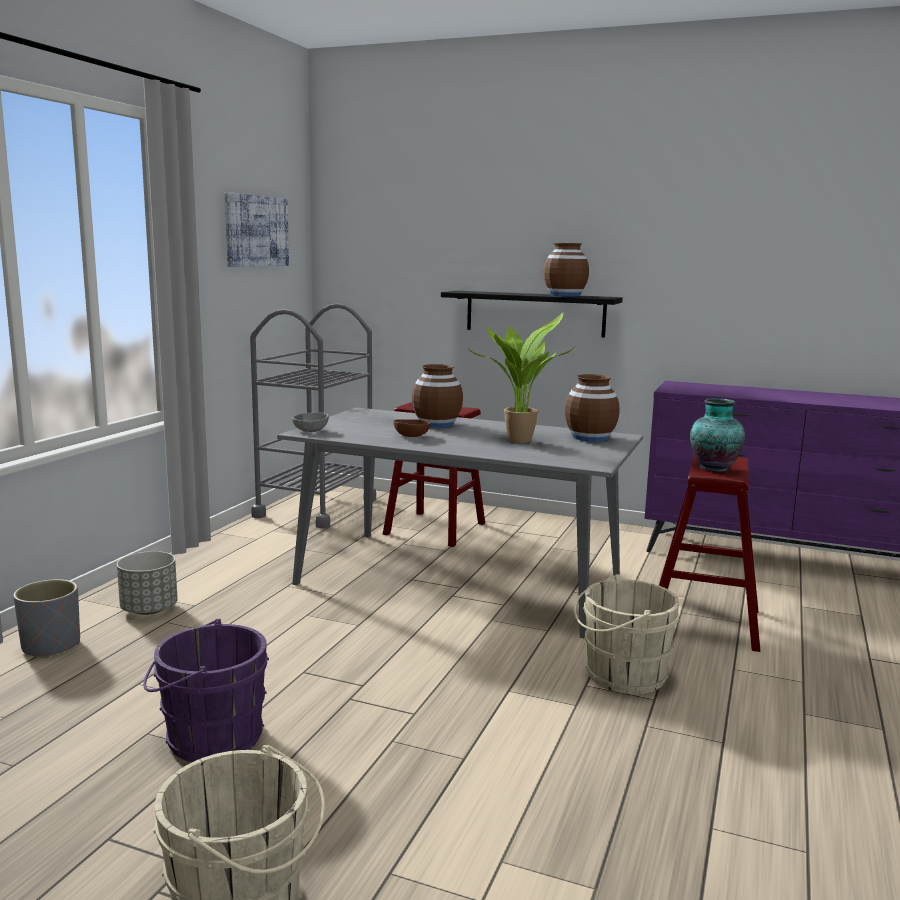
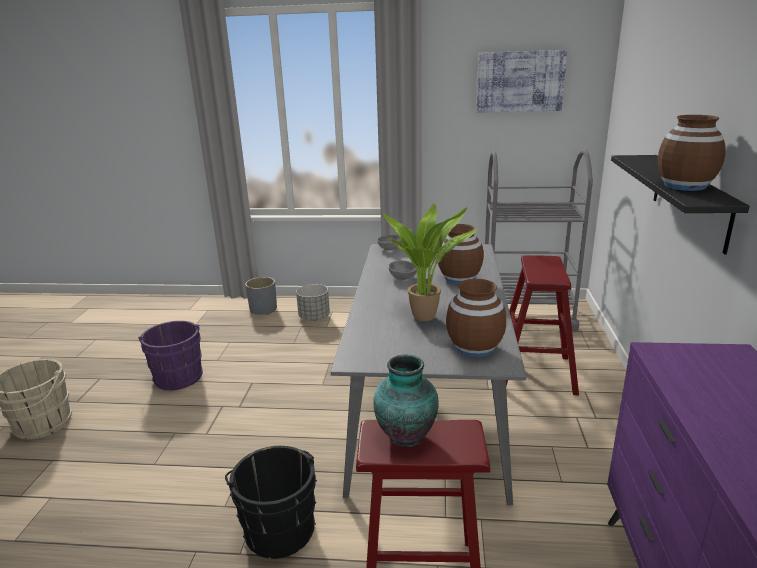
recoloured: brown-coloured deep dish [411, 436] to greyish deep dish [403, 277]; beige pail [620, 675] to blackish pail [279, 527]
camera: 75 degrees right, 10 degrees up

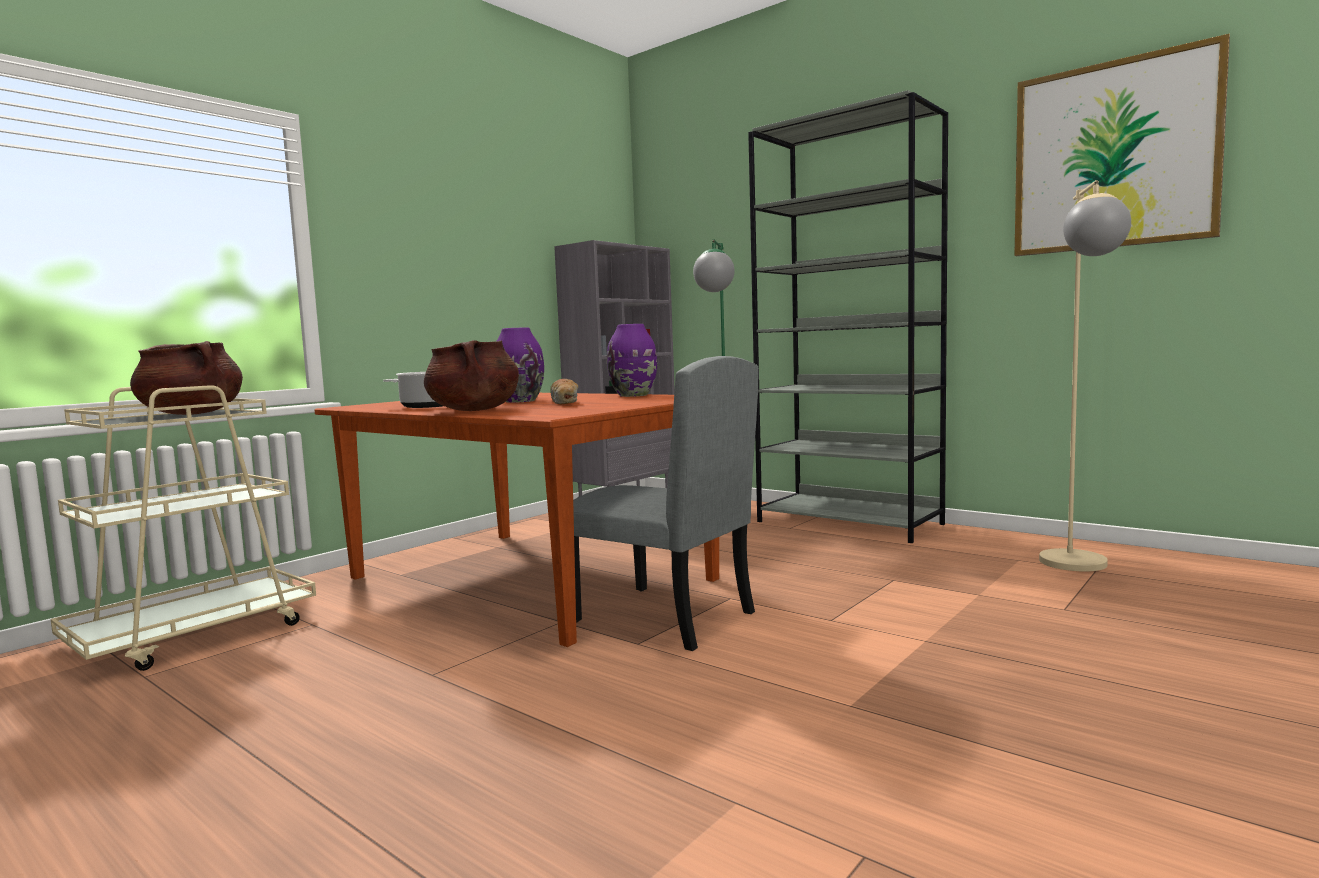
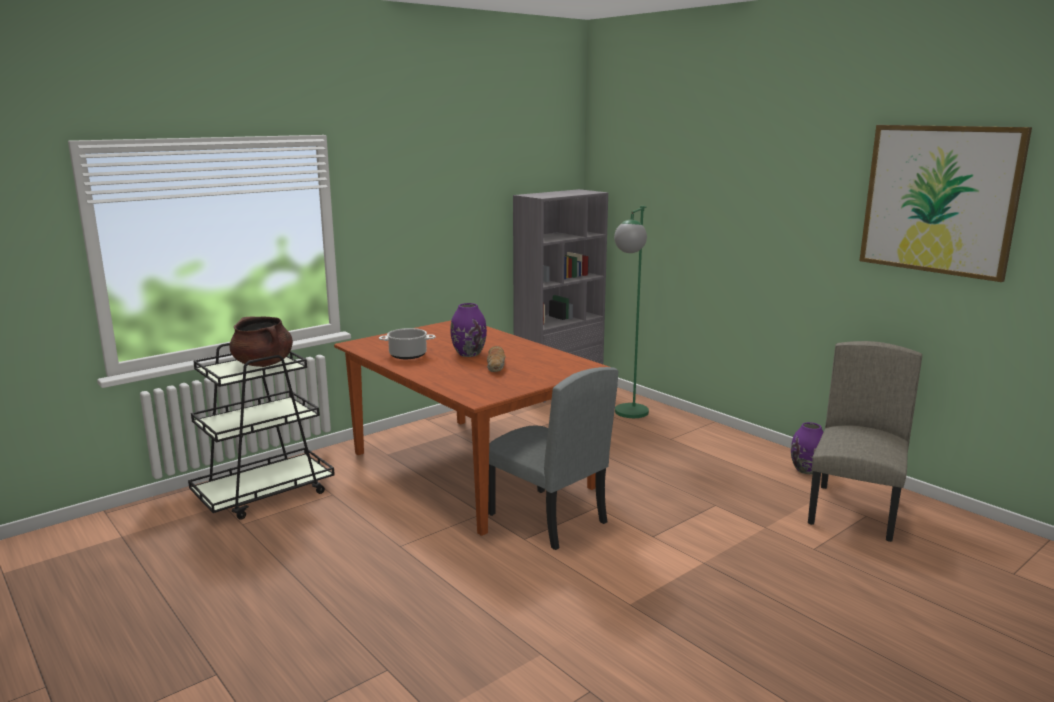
removed: brown-coloured cooking pot [474, 410]; greyish bookshelf [850, 523]
moved: purple-coloured vase [634, 395] to [807, 470]
replaced: beige floor lamp [1078, 569] to beige plain chair [855, 512]
recoloured: beige wheeled cart [195, 635] to blackish wheeled cart [265, 494]
camera: 10 degrees right, 10 degrees up

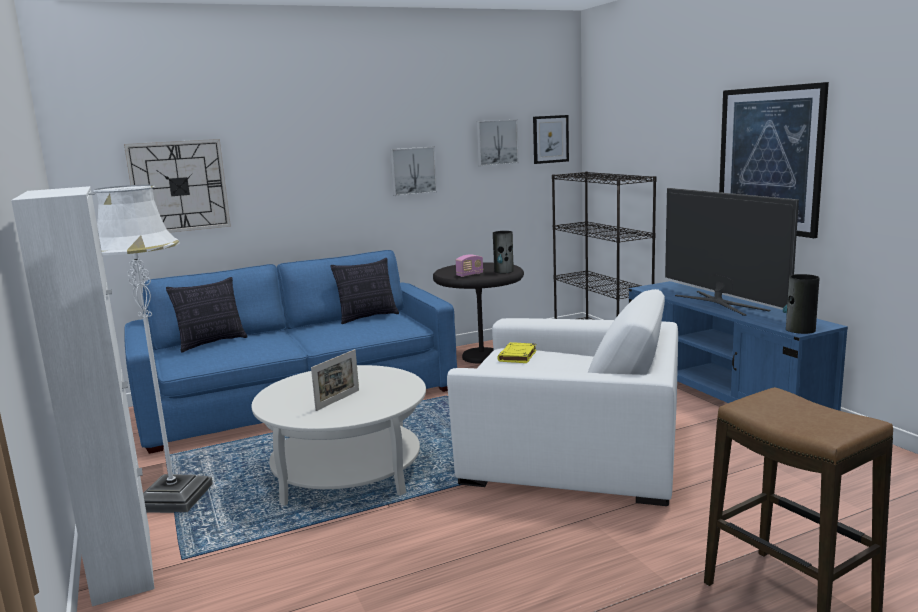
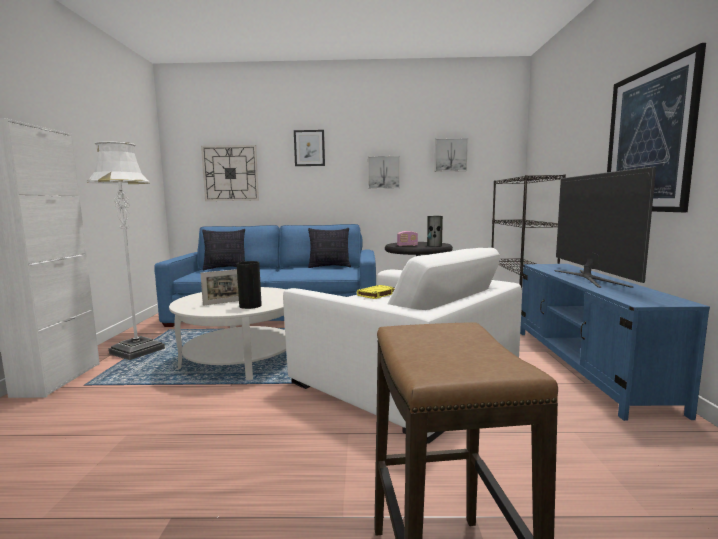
moved: wall picture [550, 139] to [309, 148]; vase [799, 330] to [250, 306]
camera: 25 degrees right, 5 degrees down

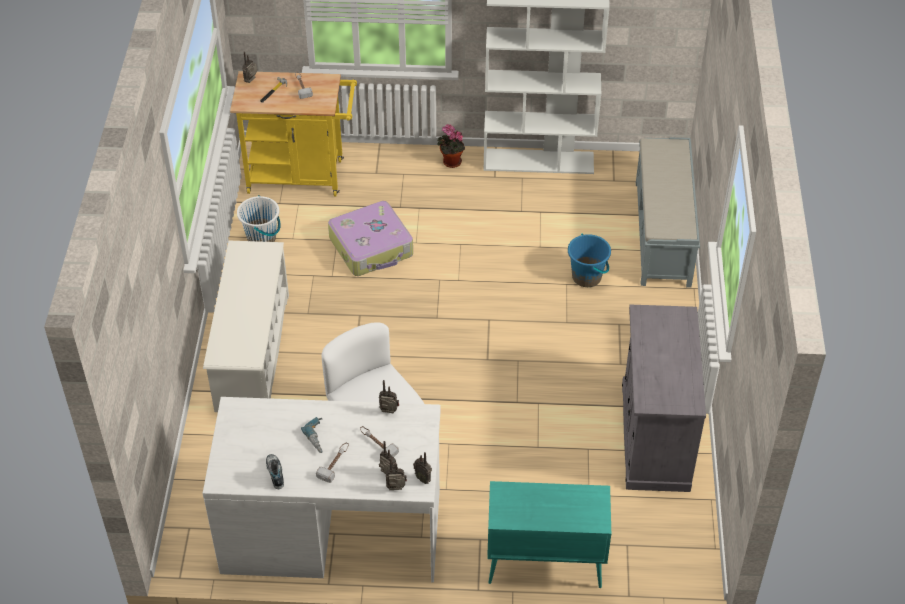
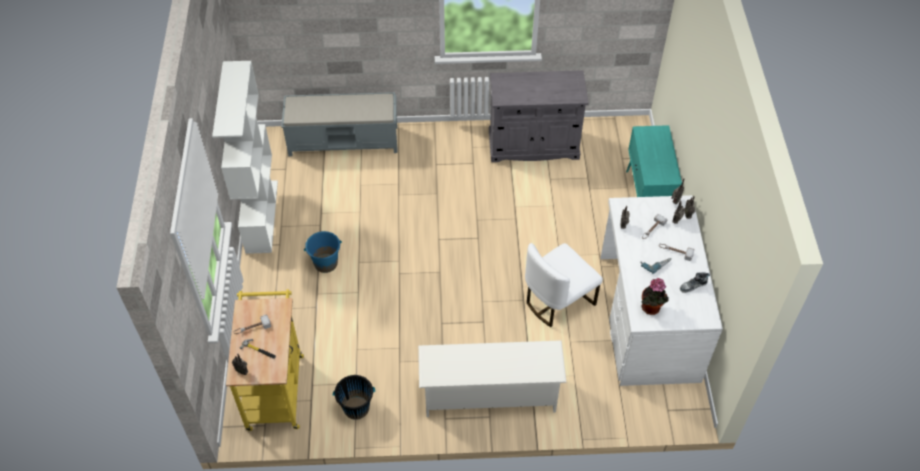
removed: piece of luggage [372, 247]
moved: potted plant [450, 162] to [651, 309]; bluish pail [587, 277] to [326, 263]
recoloured: white pail [262, 238] to blackish pail [356, 408]
camera: 95 degrees left, 5 degrees up

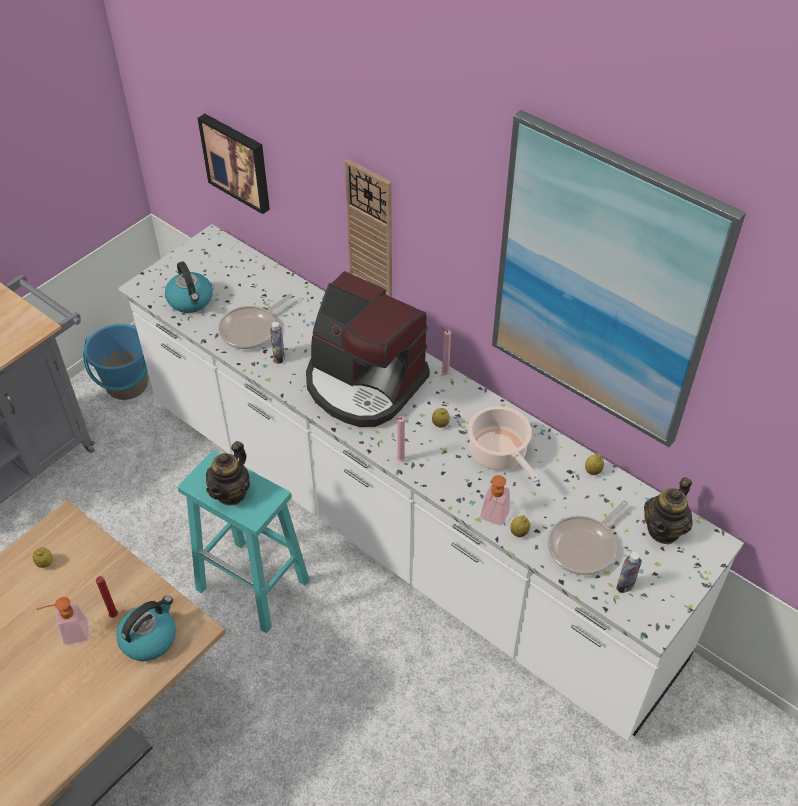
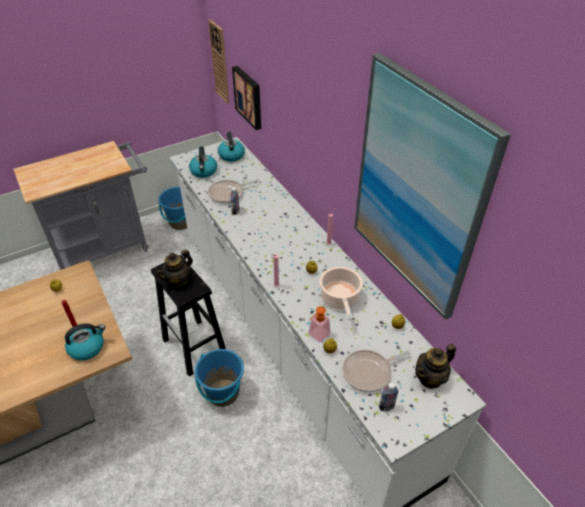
removed: soap bottle [70, 634]; coffee machine [364, 384]
added: bluish pail [223, 393]; tea kettle [231, 155]
moved: clock on the wall [370, 230] to [220, 62]
recoloured: turquoise sitting stool [254, 586] to blackish sitting stool [195, 347]
camera: 20 degrees right, 5 degrees down

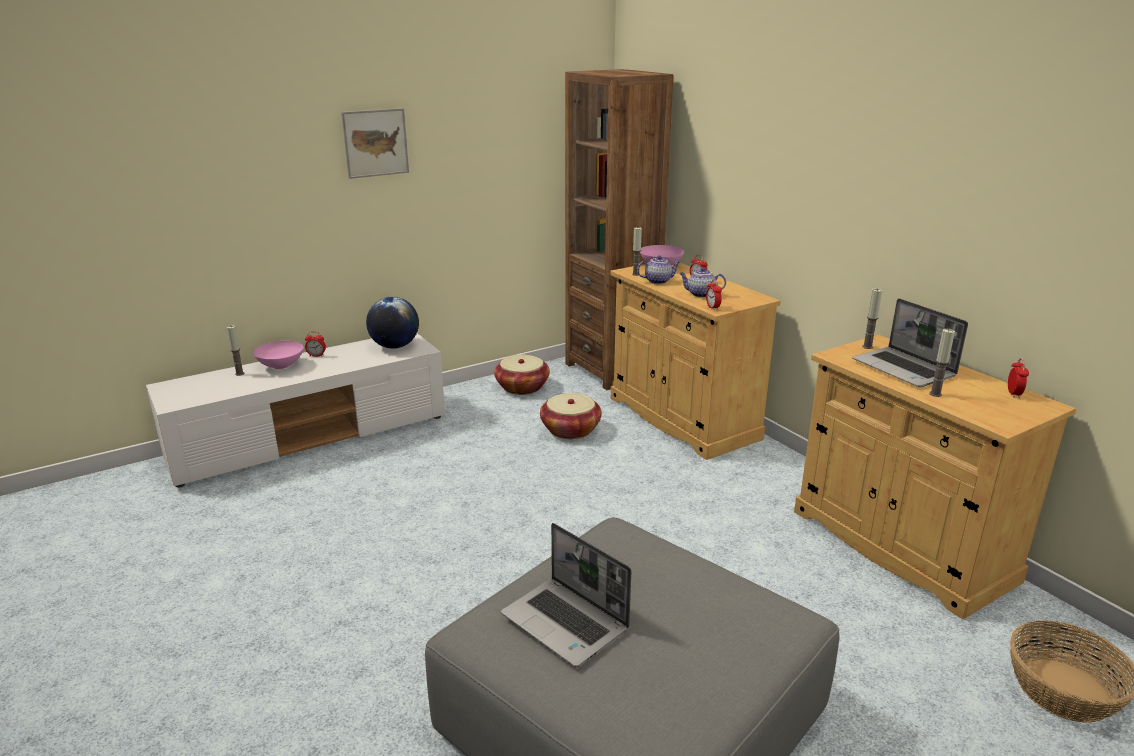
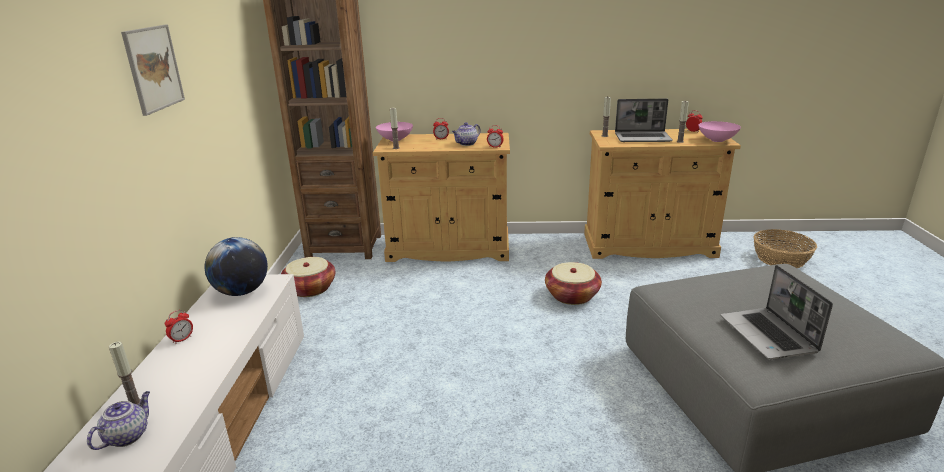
moved: pinkish deep dish [281, 366] to [717, 140]; household basket [570, 430] to [572, 295]; pot for tea [658, 281] to [127, 436]
turned: laptop [566, 623] = [769, 335] 90 degrees clockwise
camera: 55 degrees left, 0 degrees up

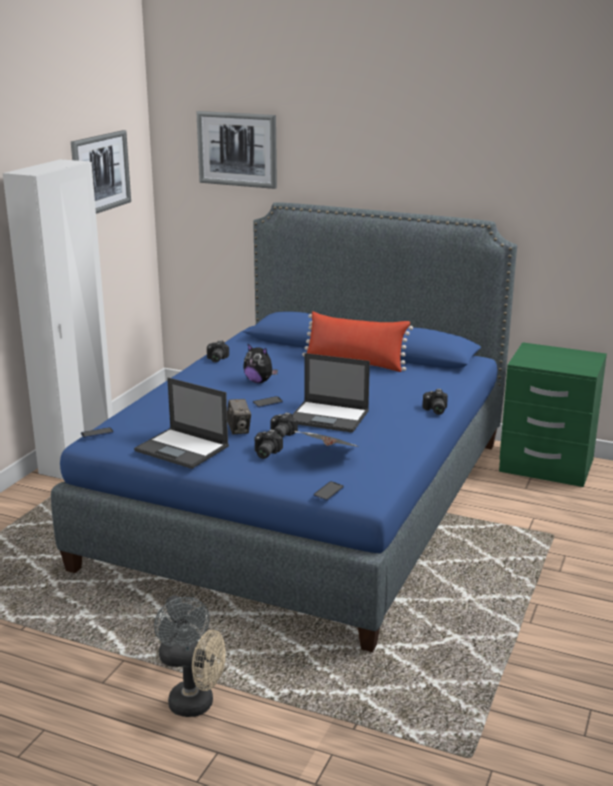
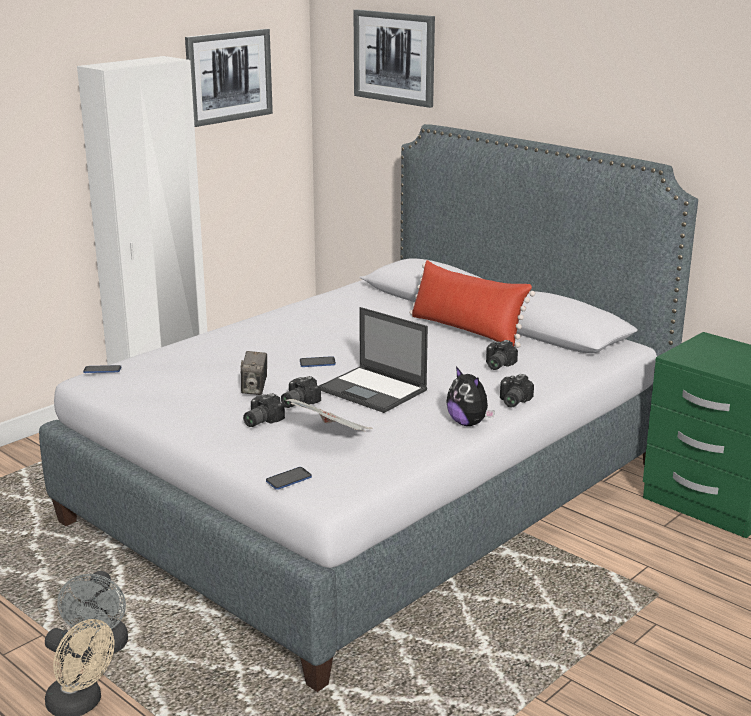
removed: laptop [183, 449]
moved: photo camera [215, 359] to [496, 365]; soft toy [259, 381] to [468, 423]
recoloured: bluish bed [305, 500] to greyish bed [375, 490]
camera: 20 degrees right, 0 degrees up

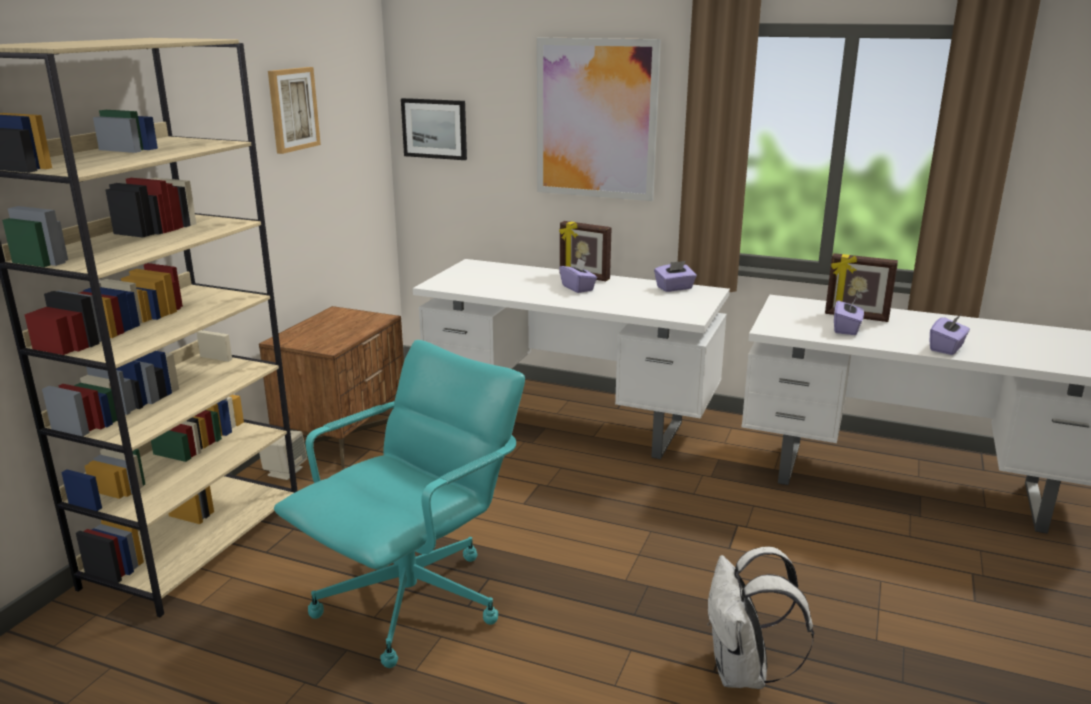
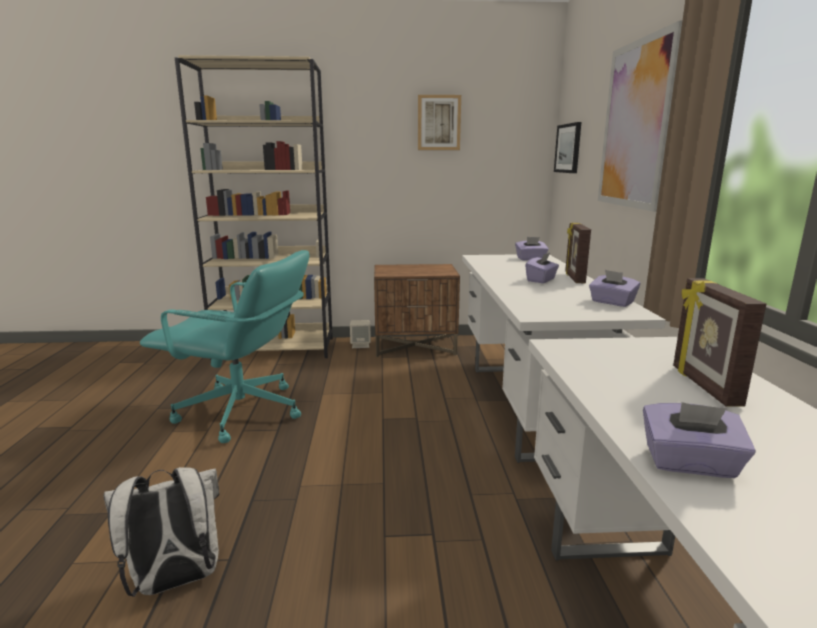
moved: purple-coloured tissue holder [846, 329] to [531, 259]
camera: 65 degrees right, 5 degrees down

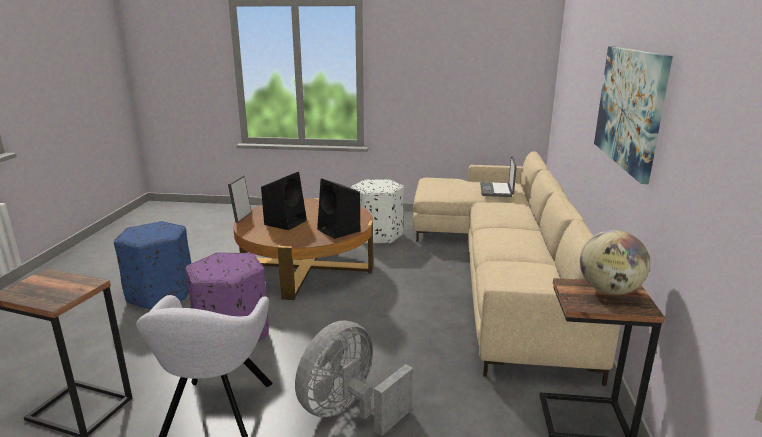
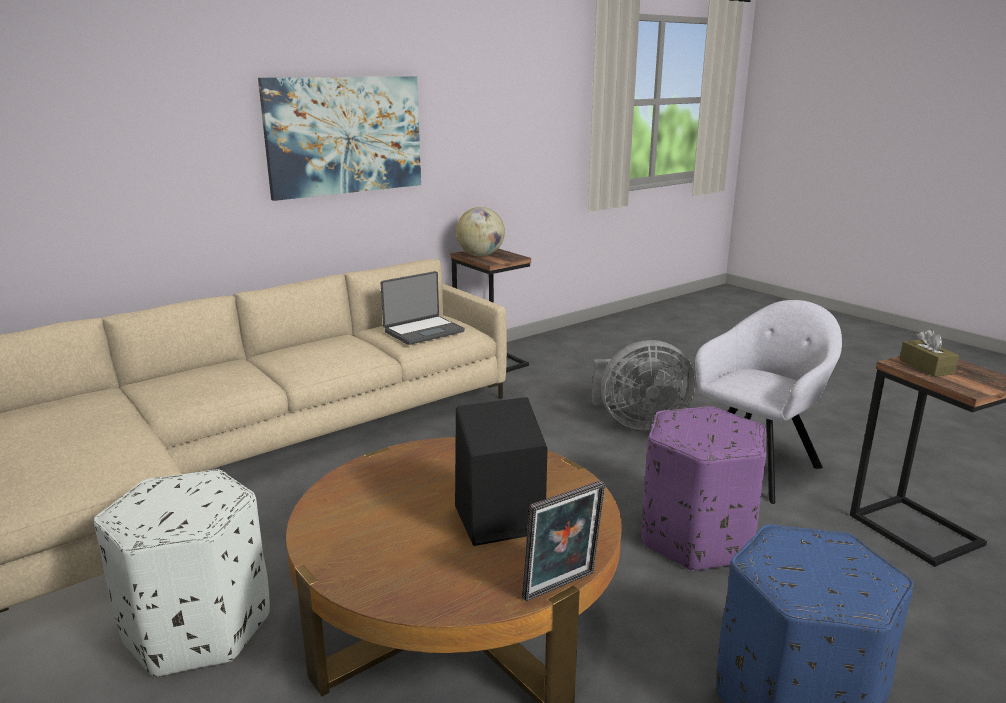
removed: blackish loudspeaker [339, 230]
added: brown-coloured tissue holder [926, 367]
moved: laptop [497, 190] to [423, 331]
camera: 135 degrees left, 0 degrees up

